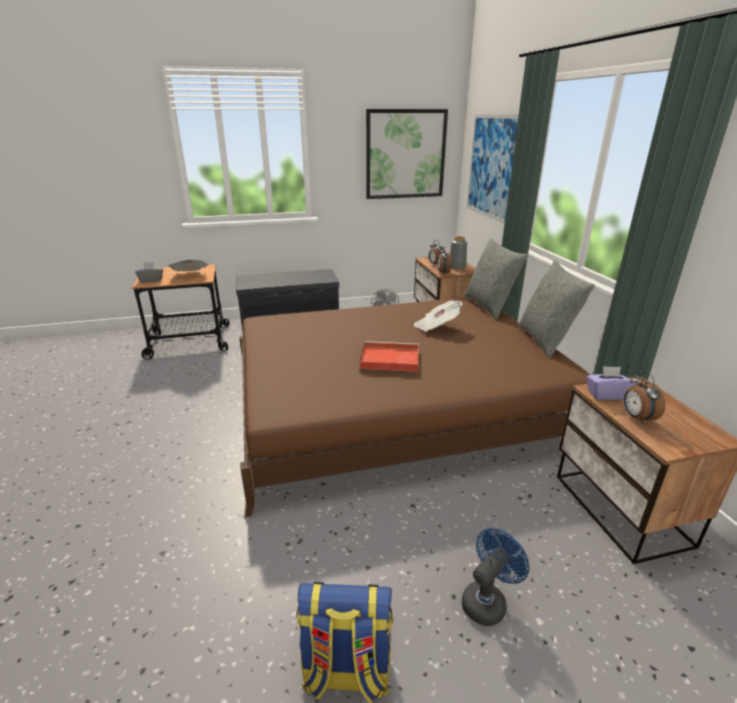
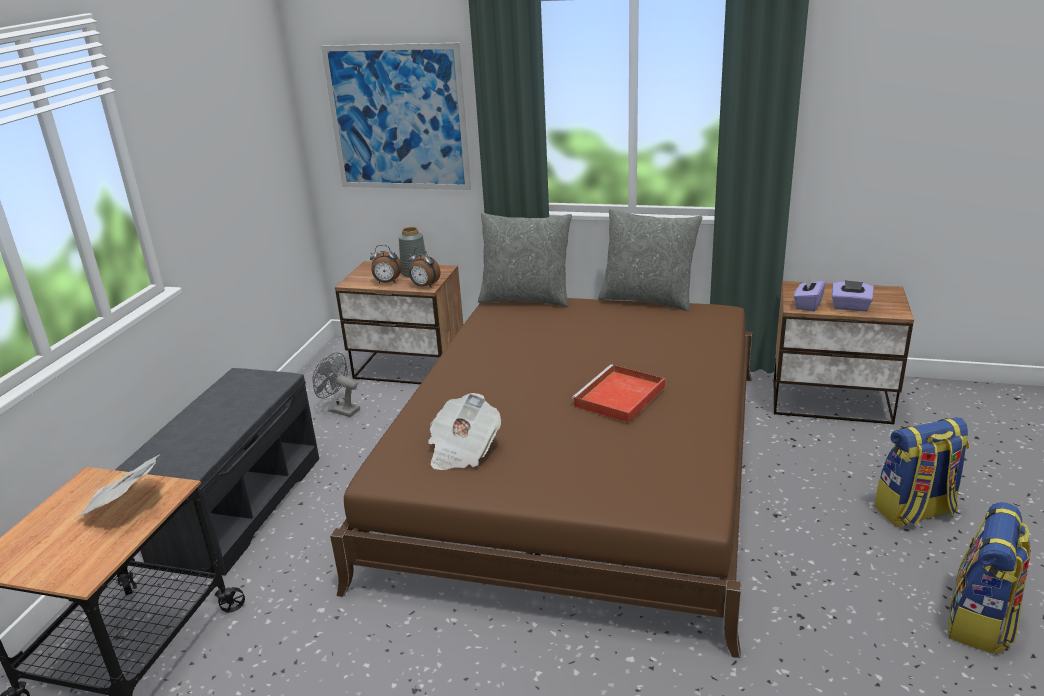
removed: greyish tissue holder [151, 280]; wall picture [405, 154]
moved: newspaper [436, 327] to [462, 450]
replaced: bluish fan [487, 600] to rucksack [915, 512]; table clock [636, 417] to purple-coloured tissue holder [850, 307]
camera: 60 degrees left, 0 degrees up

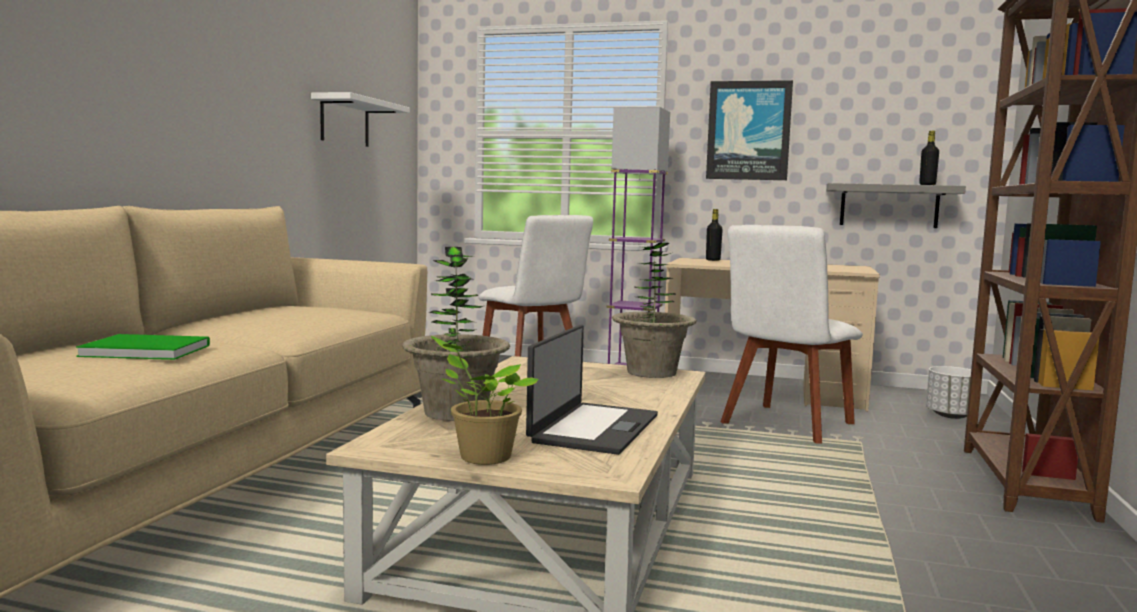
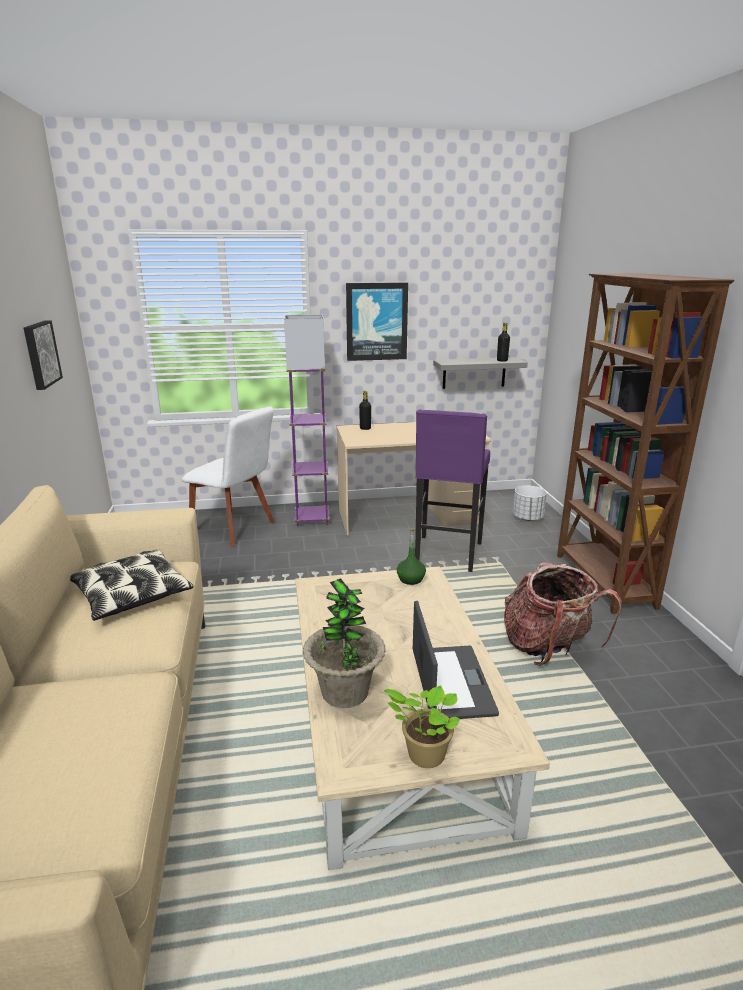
removed: greenish bound book [144, 350]
added: throw pillow [132, 595]; rucksack [548, 648]
replaced: white shelf [345, 122] to wall picture [40, 354]; potted plant [651, 372] to greenish bottle [410, 579]; white plain chair [785, 425] to purple-coloured sitting stool [447, 554]
camera: 25 degrees left, 15 degrees up

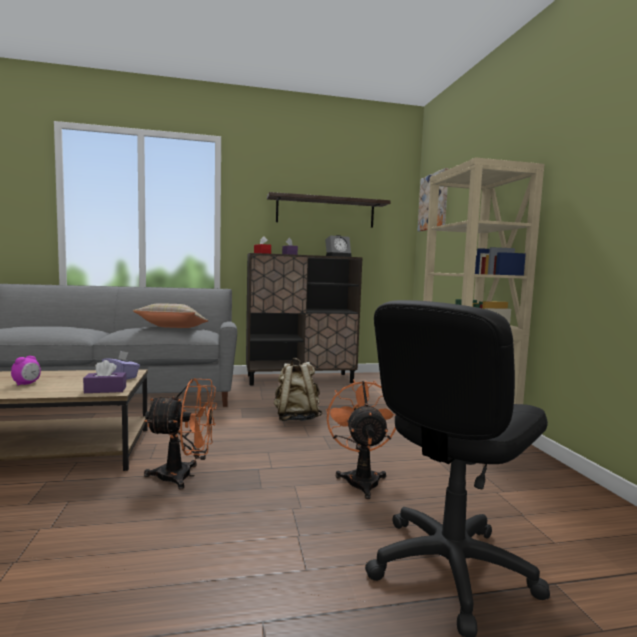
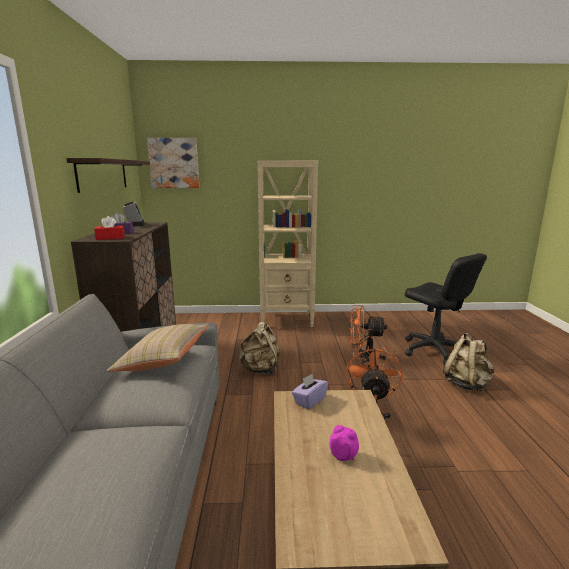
removed: purple-coloured tissue holder [105, 390]
added: beige rucksack [466, 384]
camera: 80 degrees left, 10 degrees up

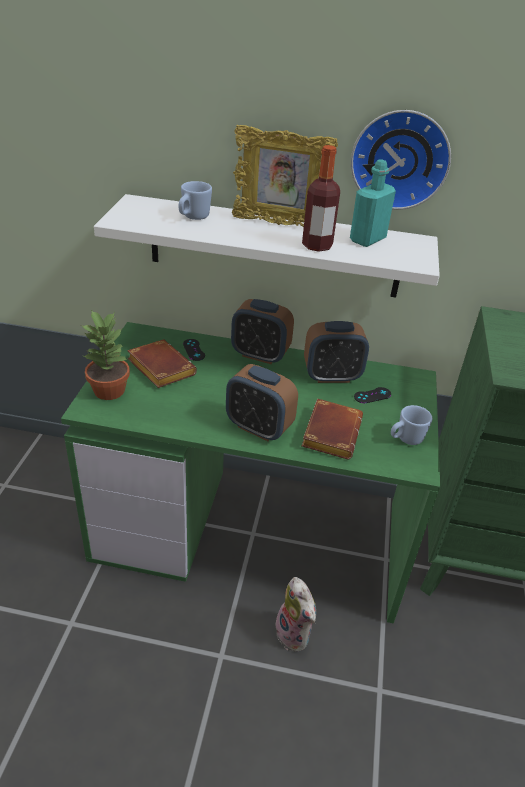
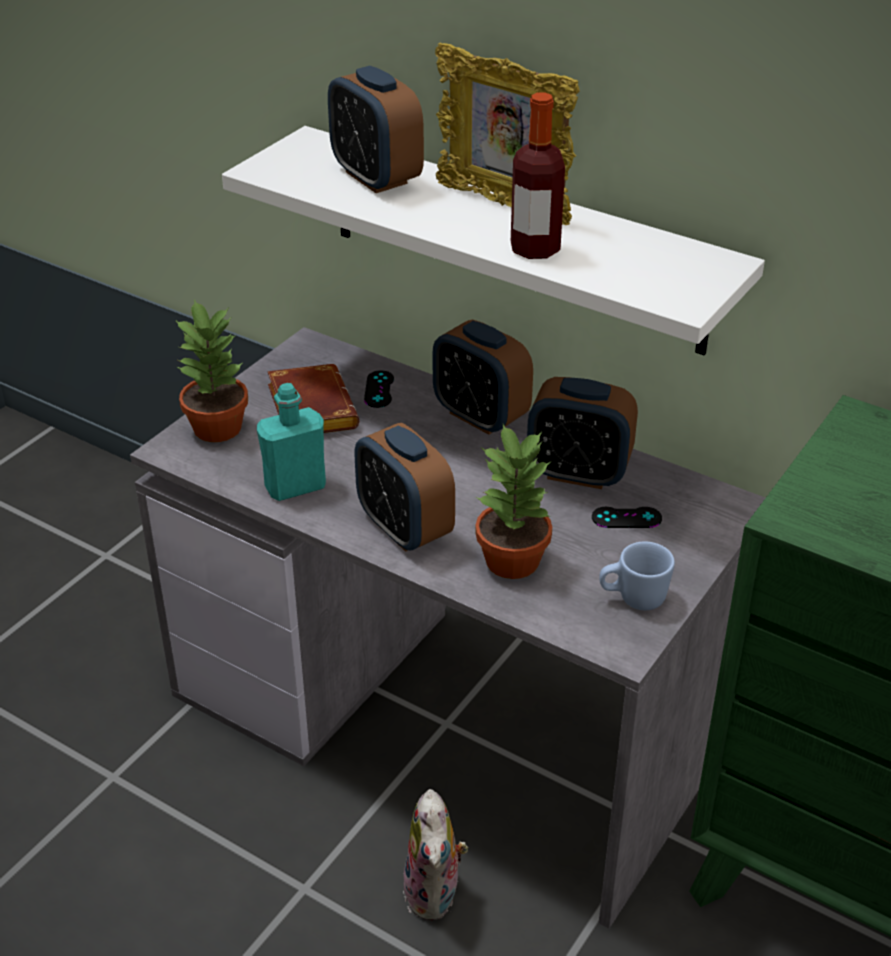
removed: clock on the wall [400, 159]
moved: turquoise bottle [367, 239] to [295, 487]
replaced: bluish mug [193, 218] to table clock [376, 177]; brown-coloured bound book [330, 432] to potted plant [513, 560]
recoloured: greenish desk [254, 530] to greyish desk [450, 718]
camera: 25 degrees right, 0 degrees up

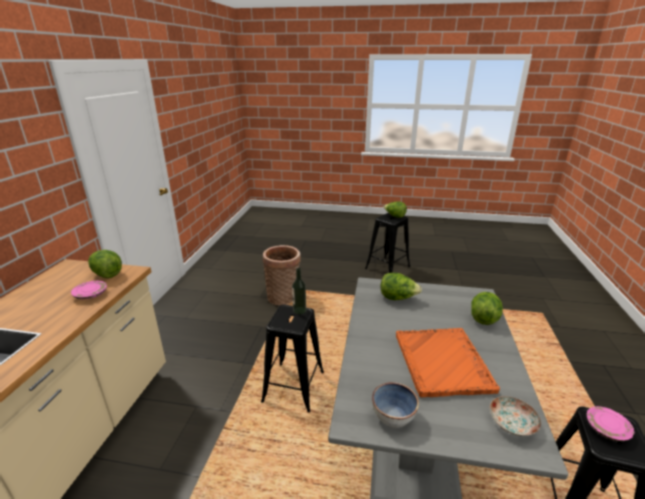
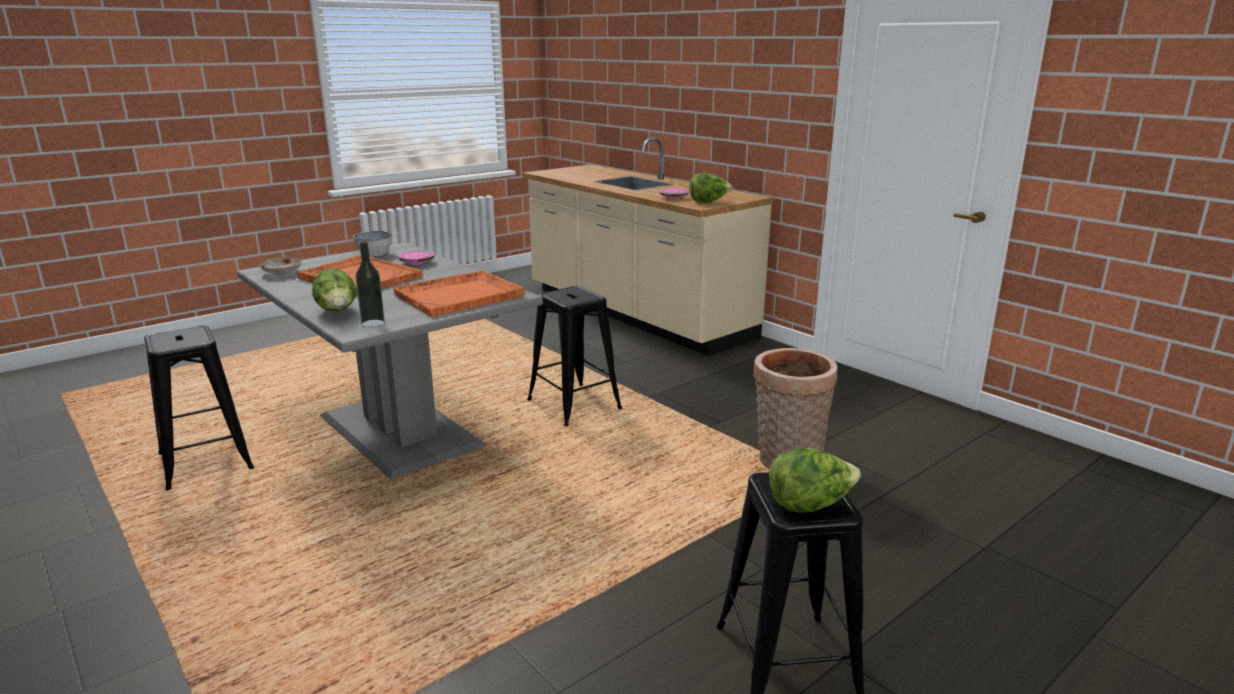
moved: bottle [299, 310] to [373, 323]; pinkish plate [607, 429] to [417, 263]
replaced: lettuce head [398, 298] to orange serving tray [460, 295]
camera: 130 degrees right, 5 degrees down

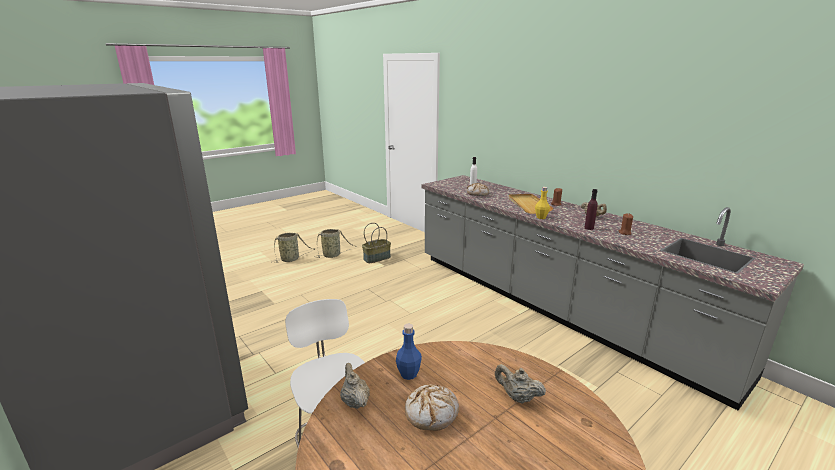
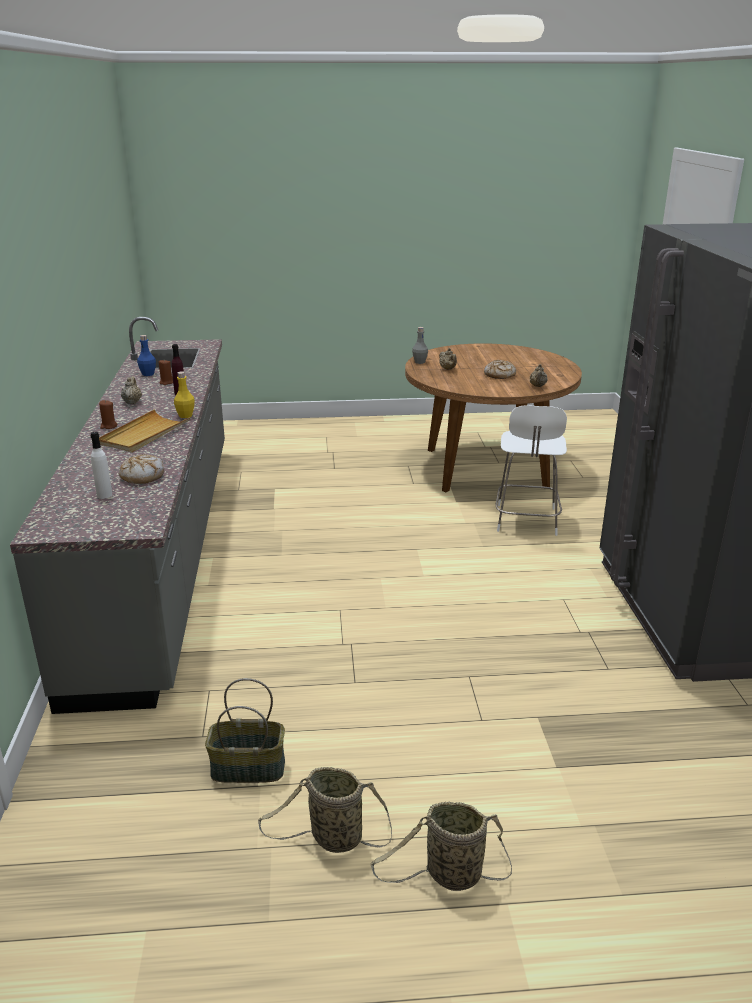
added: greyish bottle [419, 362]
moved: bluish bottle [408, 374] to [148, 374]
camera: 145 degrees left, 5 degrees up

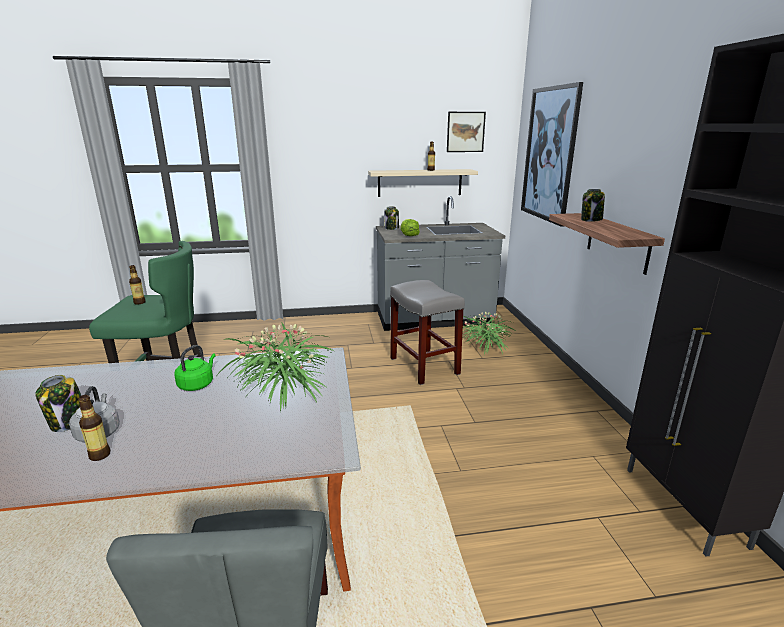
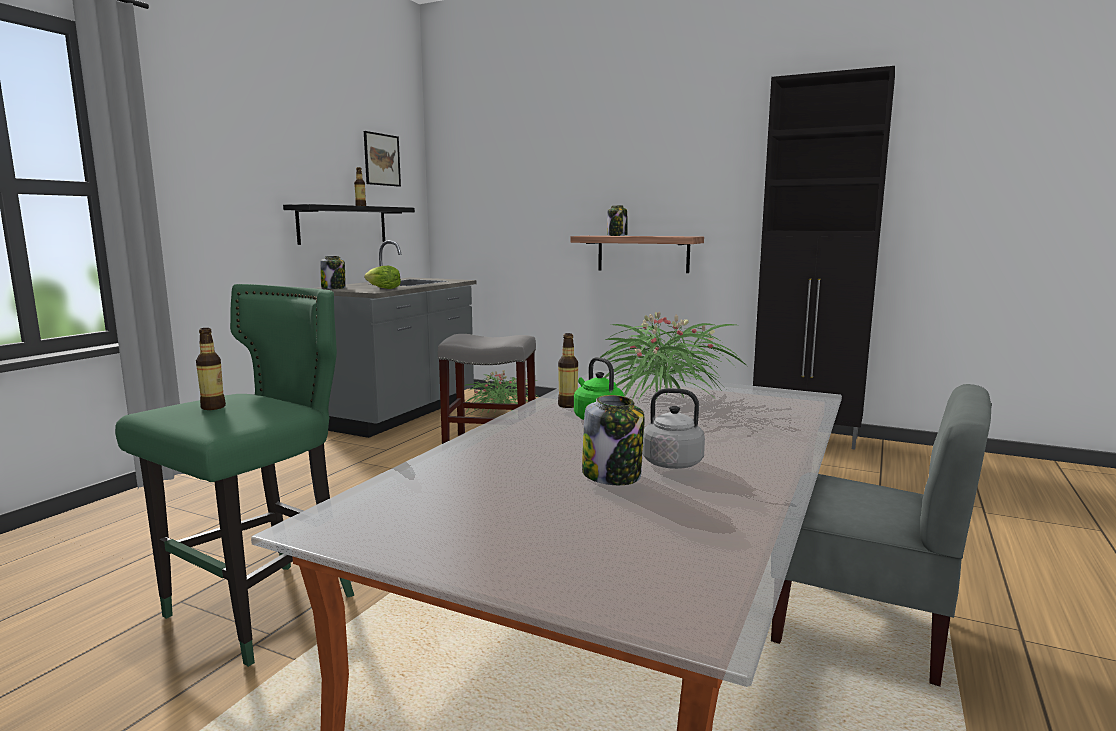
removed: wall picture [549, 154]
moved: bottle [99, 455] to [568, 405]
recoloured: beige shelf [420, 183] to blackish shelf [343, 224]
camera: 55 degrees left, 10 degrees down

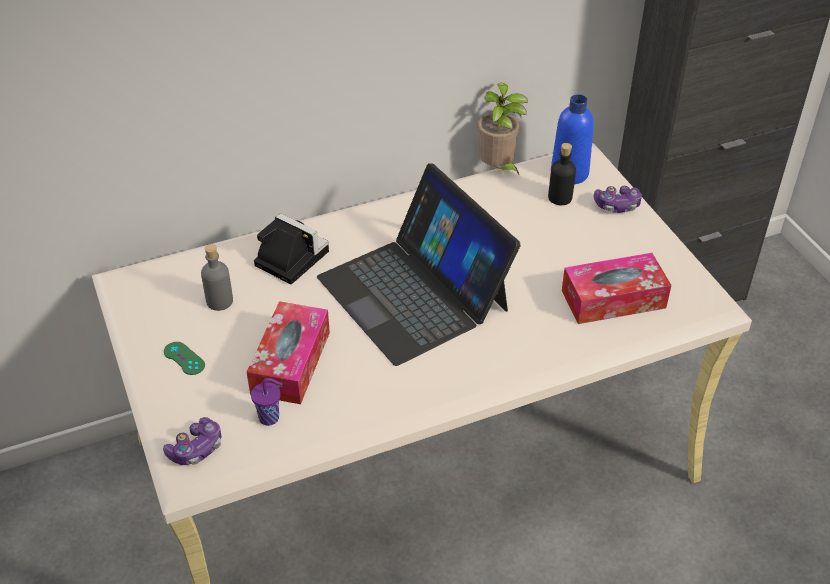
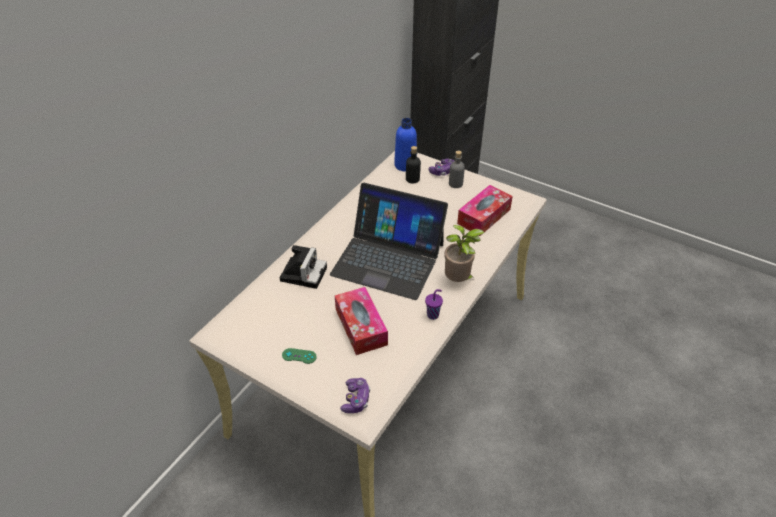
moved: greyish bottle [219, 301] to [455, 184]; purple-coloured cup [270, 418] to [433, 314]; potted plant [498, 169] to [458, 280]
turned: photo camera [289, 258] = [303, 273] 105 degrees clockwise
camera: 35 degrees left, 0 degrees up

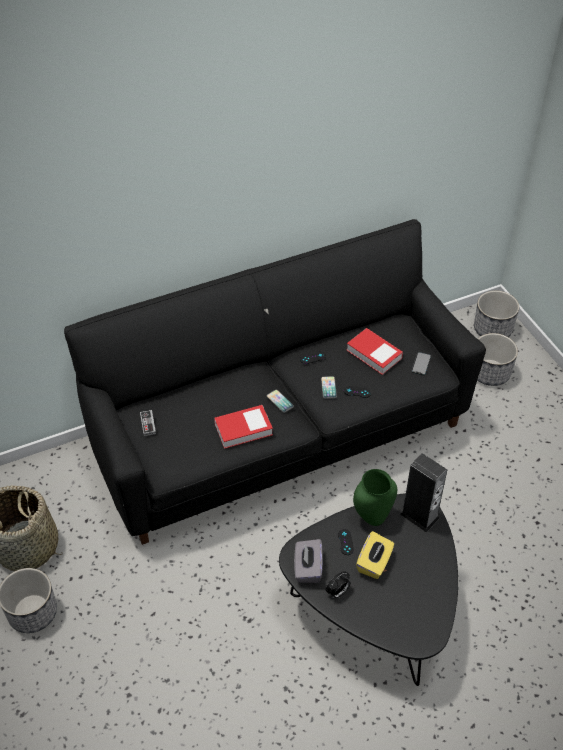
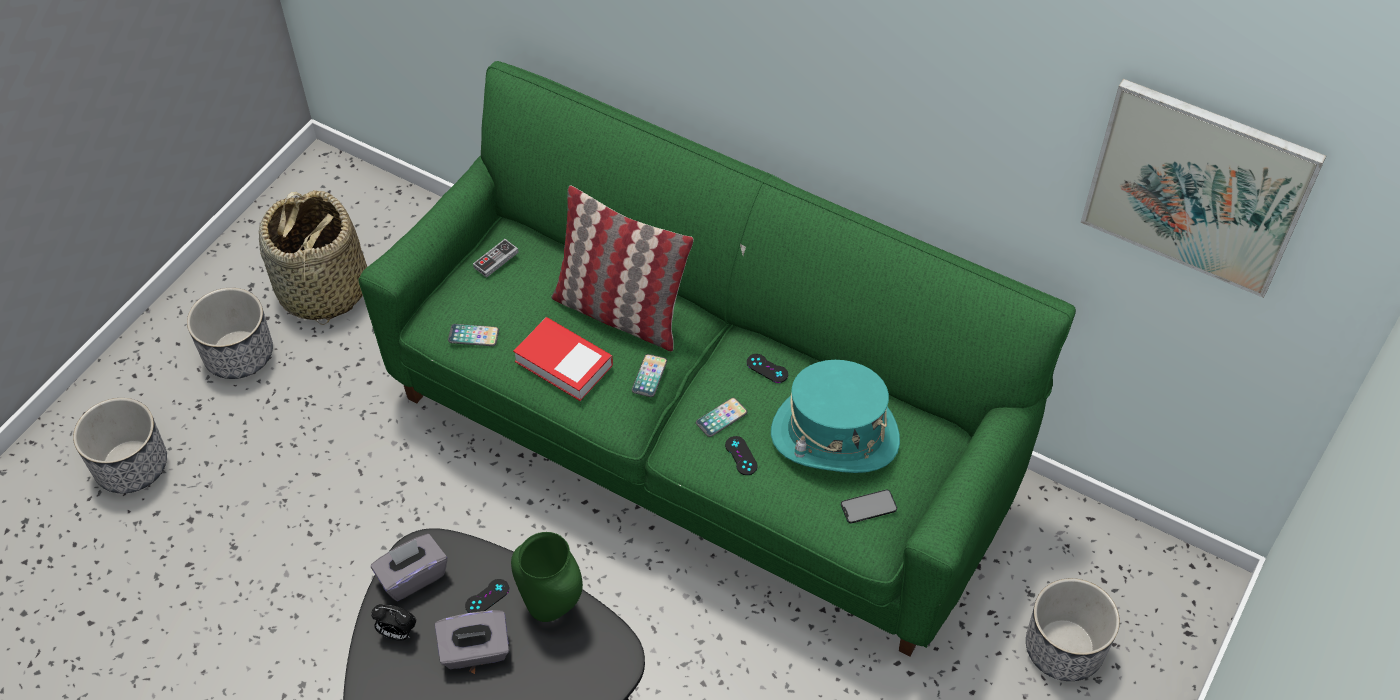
removed: loudspeaker [419, 516]
added: handset [473, 336]; throw pillow [620, 312]; wall picture [1197, 187]
moved: planter [492, 329] to [132, 465]
replaced: bound book [374, 354] to turquoise hat [834, 437]
recoloured: blackish couch [281, 436] to greenish couch [700, 444]; yellowish tissue holder [374, 563] to greyish tissue holder [475, 651]
camera: 55 degrees right, 5 degrees up

